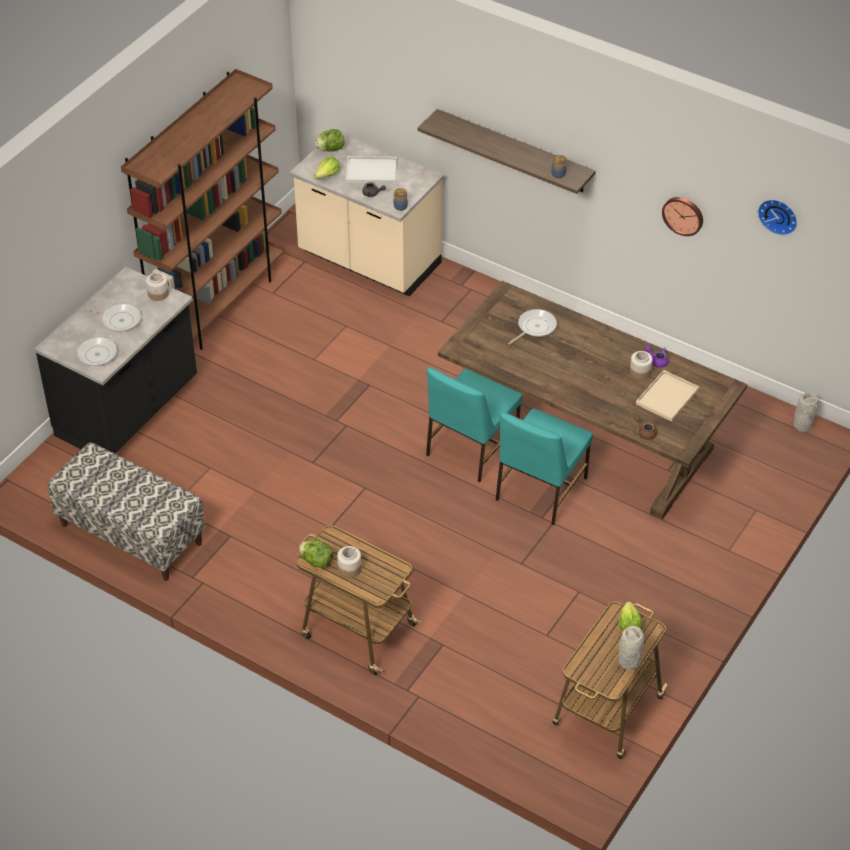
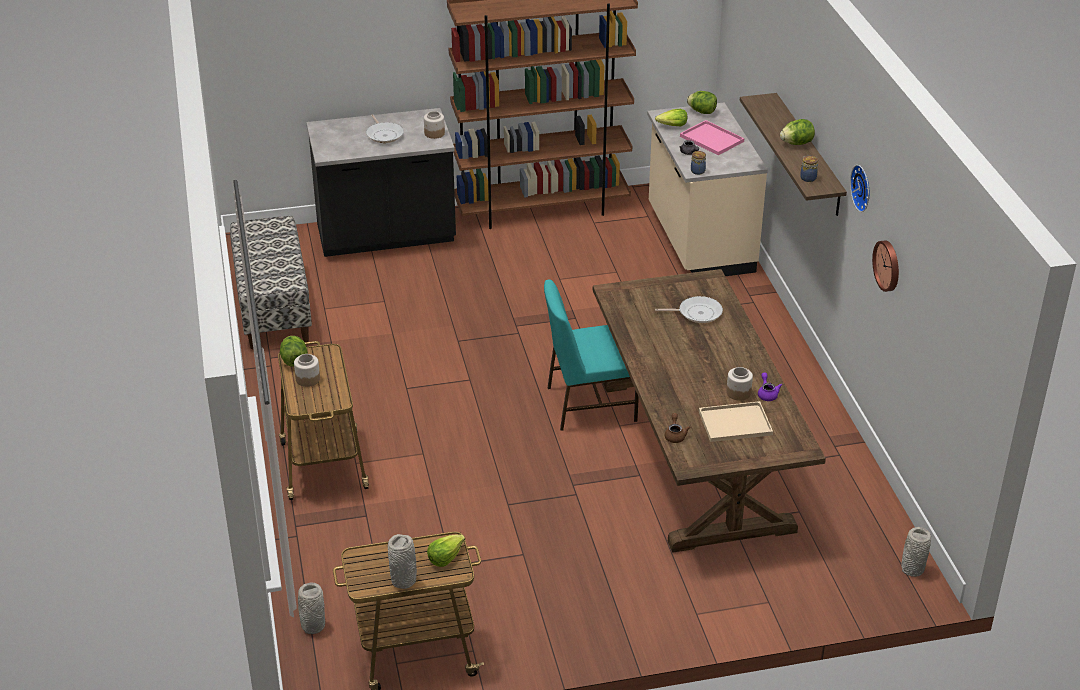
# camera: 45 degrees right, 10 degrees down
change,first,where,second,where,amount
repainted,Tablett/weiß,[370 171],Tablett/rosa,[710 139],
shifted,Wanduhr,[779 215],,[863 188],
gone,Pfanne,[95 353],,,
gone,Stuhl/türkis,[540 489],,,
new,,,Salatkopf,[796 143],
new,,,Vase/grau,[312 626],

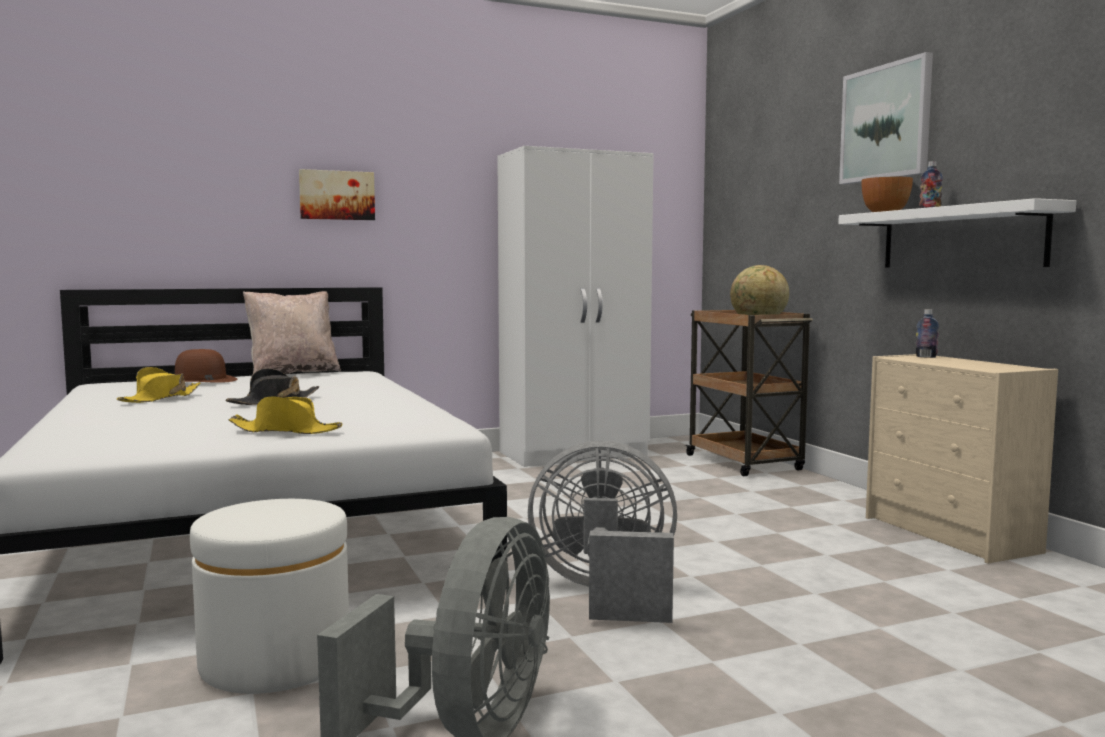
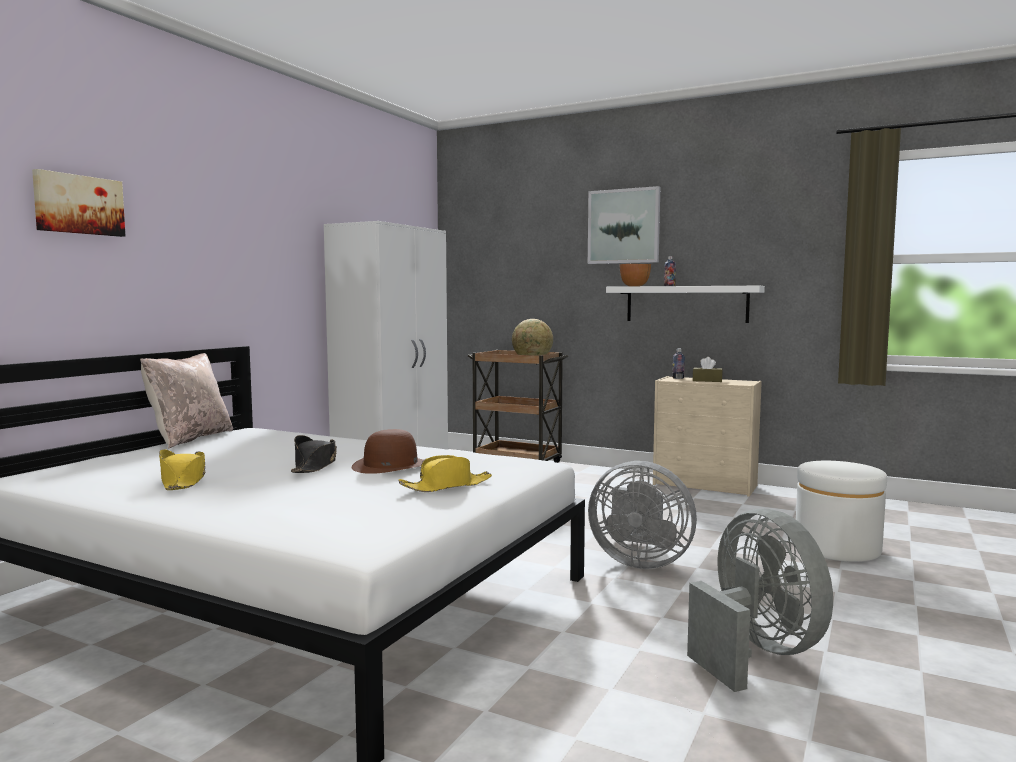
# camera: 40 degrees left, 0 degrees up
change,first,where,second,where,amount
shifted,Bild,[337 195],,[78 204],
shifted,Hut/braun,[200 380],,[390 465],
rotated,Ventilator/grau,[606 593],,[639 562],120 degrees counterclockwise
shifted,Polsterhocker/weiß,[275 660],,[837 548],
new,,,Taschentuchbox/braun,[707 380],

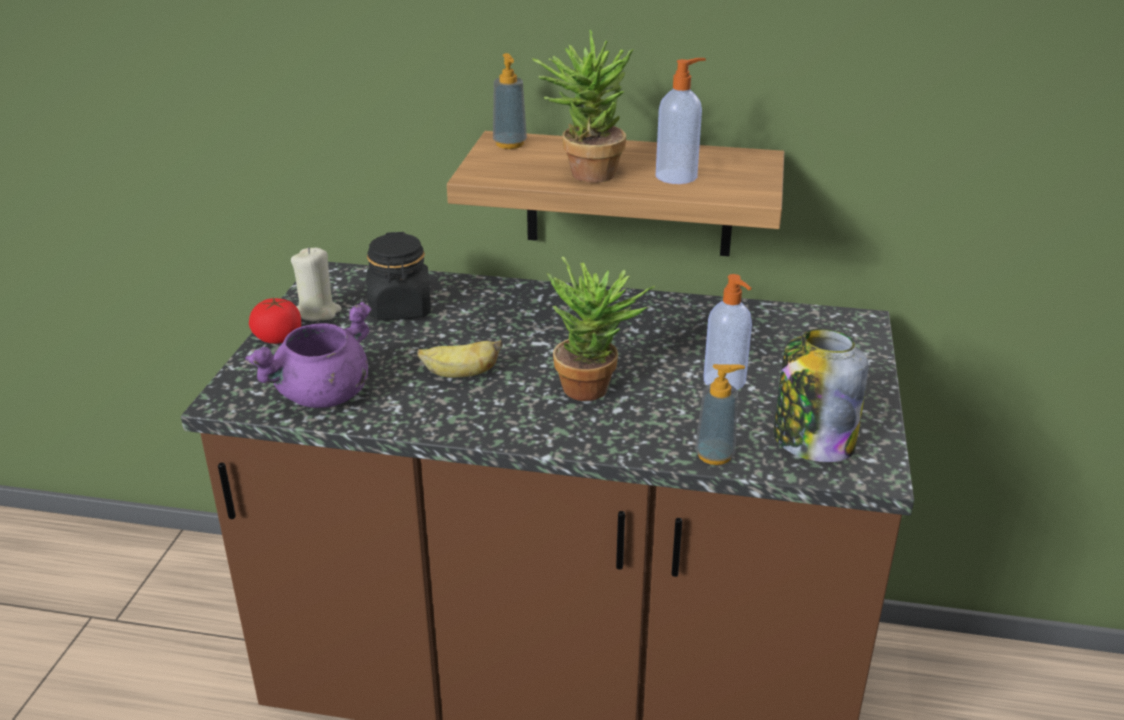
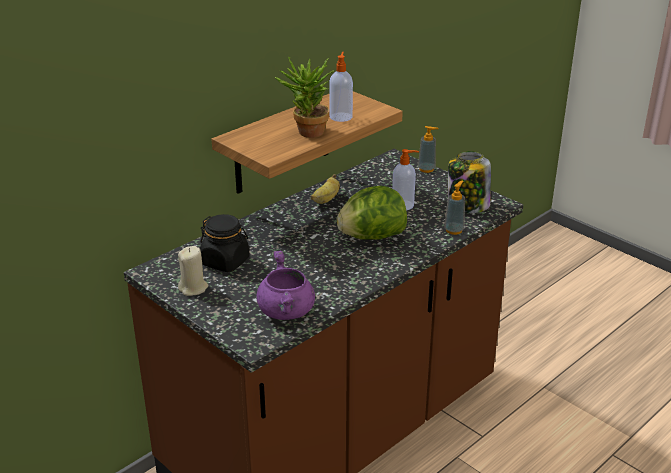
# camera: 55 degrees left, 0 degrees up
change,first,where,second,where,amount
shifted,Seifenspender,[510 144],,[426 169],
swapped,Topfpflanze,[595 388],Salatkopf,[372 237],
gone,Tomate,[278 338],,,
shifted,Banane,[460 375],,[326 200],

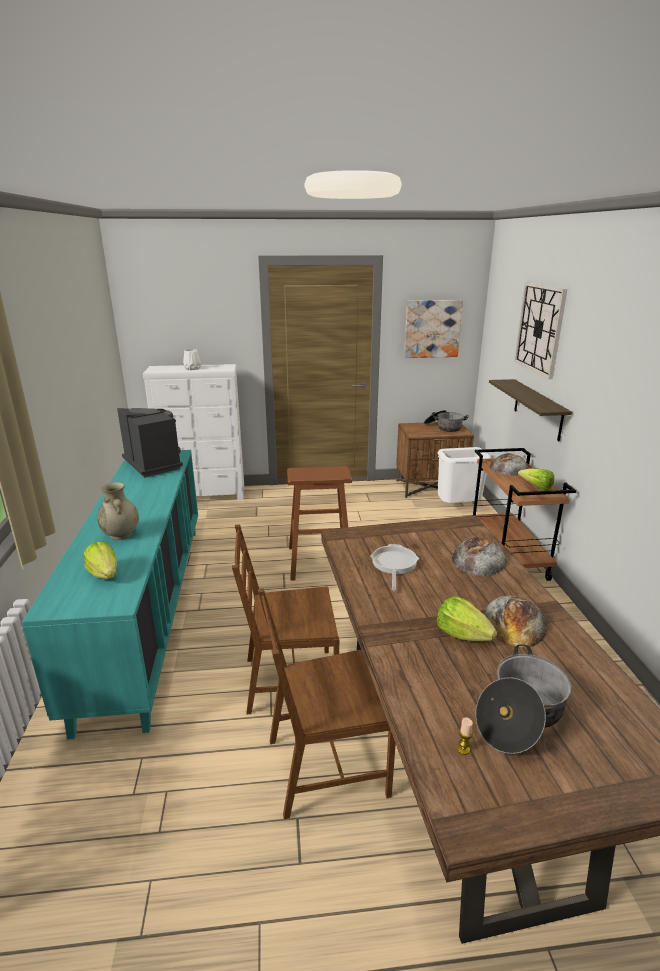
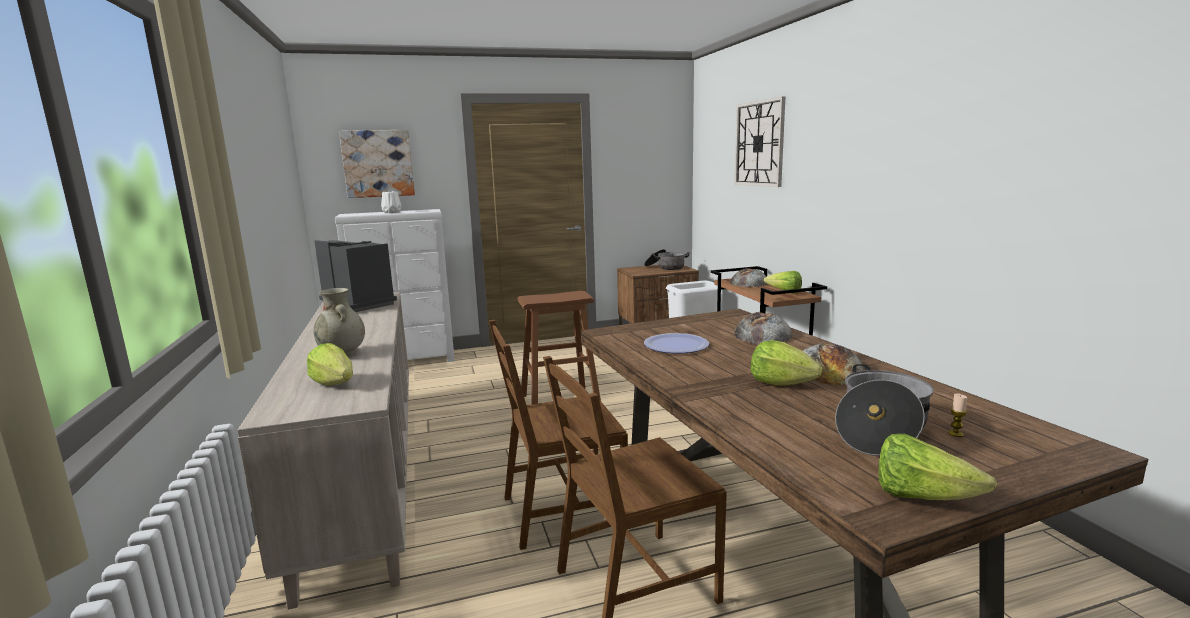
# camera: 10 degrees left, 10 degrees down
change,first,where,second,where,amount
shifted,Bild,[432 329],,[378 163],
gone,Wandregal,[538 409],,,
repainted,Schrank/türkis,[146 610],Schrank/beige,[364 469],
swapped,Pfanne,[394 565],Teller,[676 345],
shifted,Kerze,[463 749],,[955 434],
new,,,Salatkopf,[921 496],

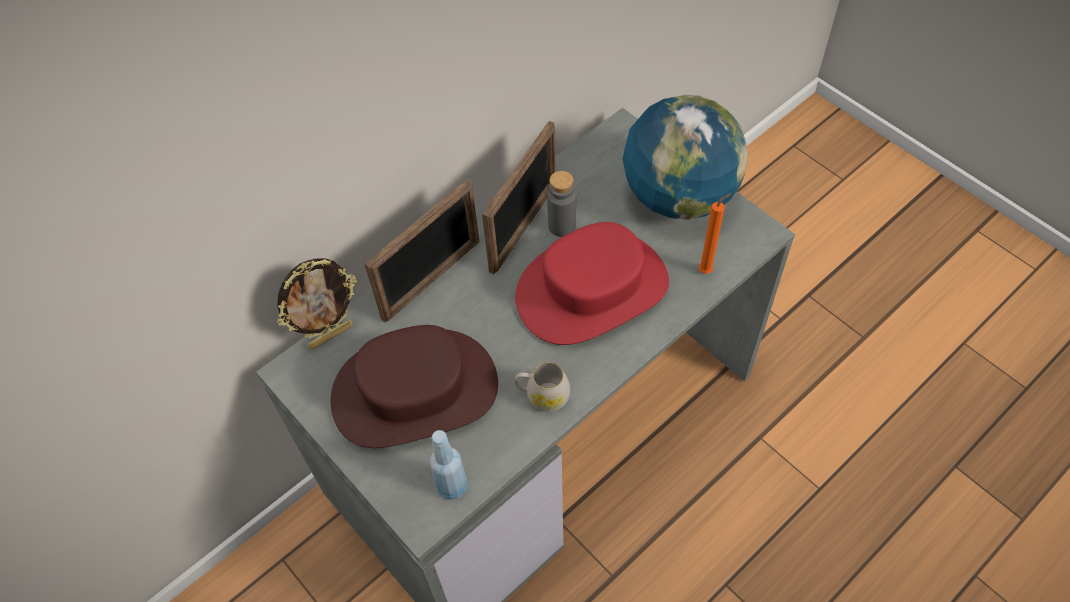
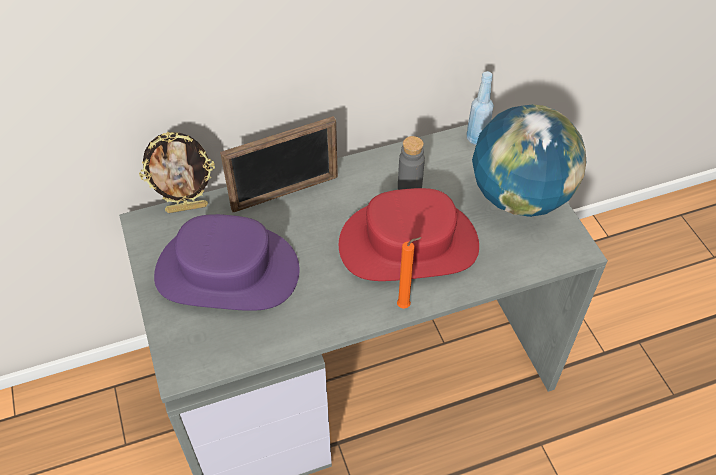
# camera: 20 degrees right, 5 degrees down
change,first,where,second,where,amount
gone,Bilderrahmen,[524 227],,,
shifted,Kerze/orange,[707 270],,[405 306],
repainted,Hut/braun,[415 391],Hut/lila,[227 271],
gone,Henkelbecher/weiß,[543 395],,,
shifted,Flasche/blau,[452 486],,[477 138],

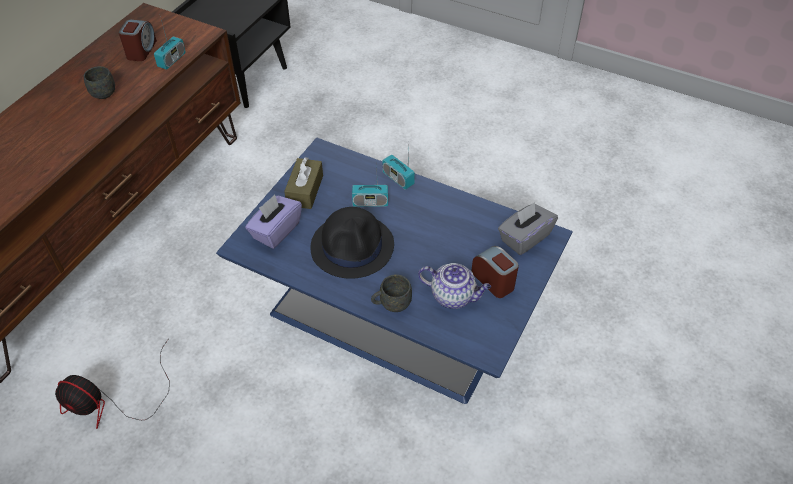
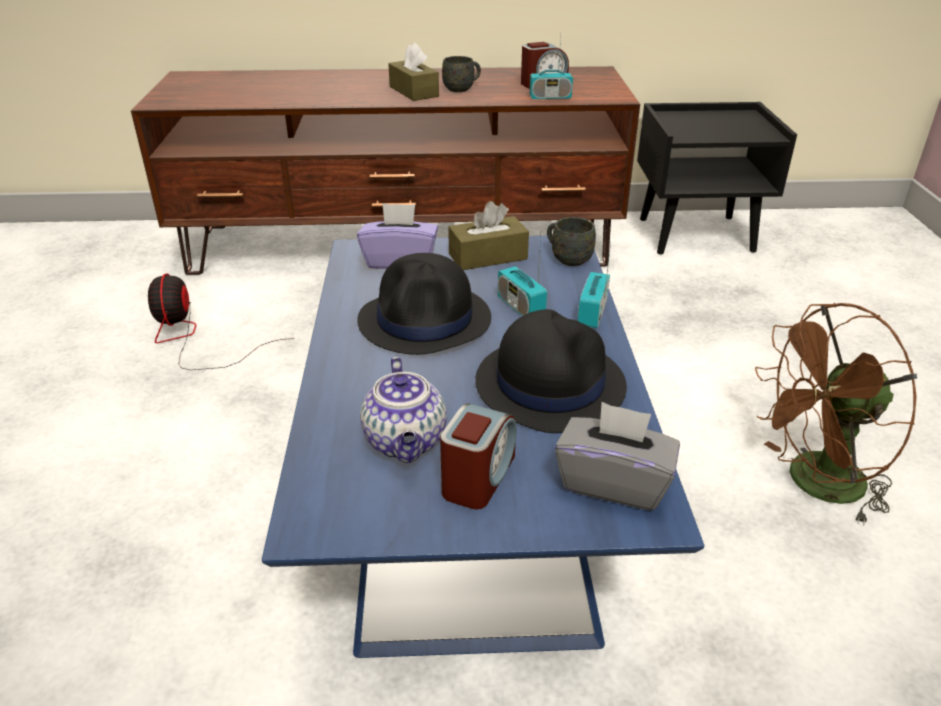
# camera: 60 degrees right, 15 degrees down
change,first,where,second,where,amount
shifted,Henkelbecher/grau,[391 304],,[567 258],
new,,,Taschentuchbox/braun,[414 91],
new,,,Ventilator/braun,[813 485],
new,,,Hut/schwarz,[549 383],

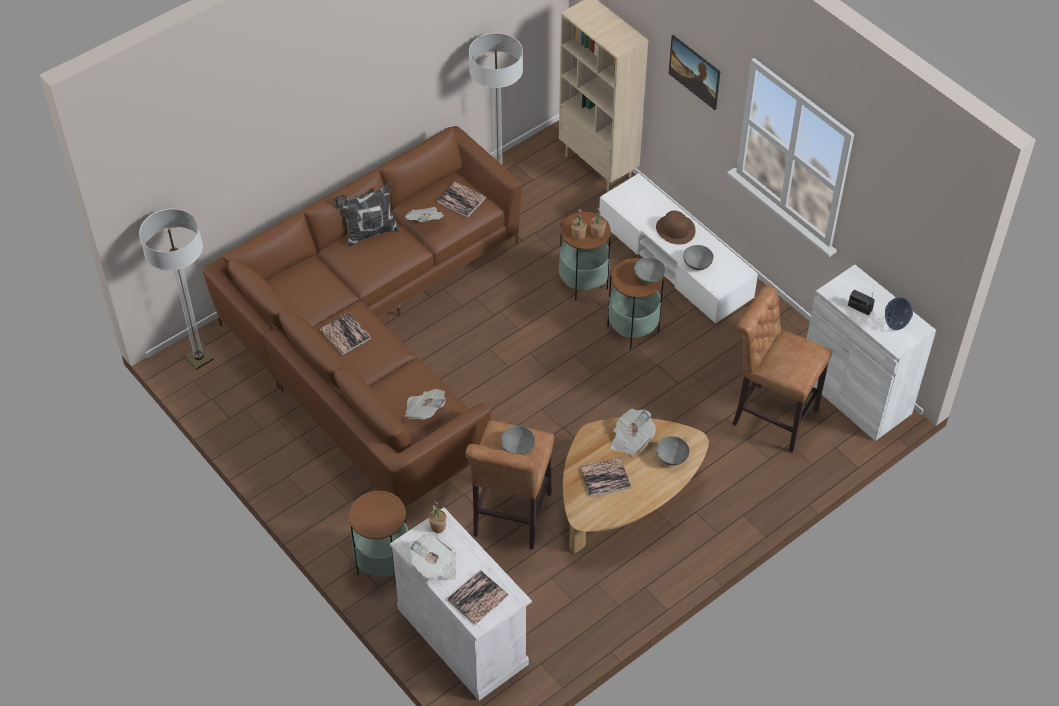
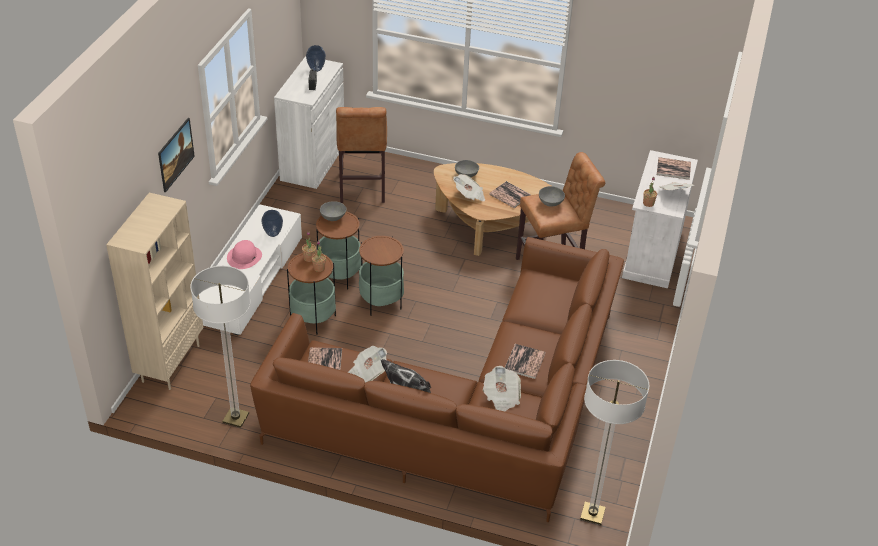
# camera: 125 degrees left, 10 degrees down
change,first,where,second,where,amount
repainted,Hut/braun,[675 229],Hut/rosa,[244 257],
swapped,Schüssel/grau,[697 264],Vase,[273 234],
shifted,Zeitung,[424 411],,[501 397],
shifted,Beistelltisch,[383 562],,[381 301],

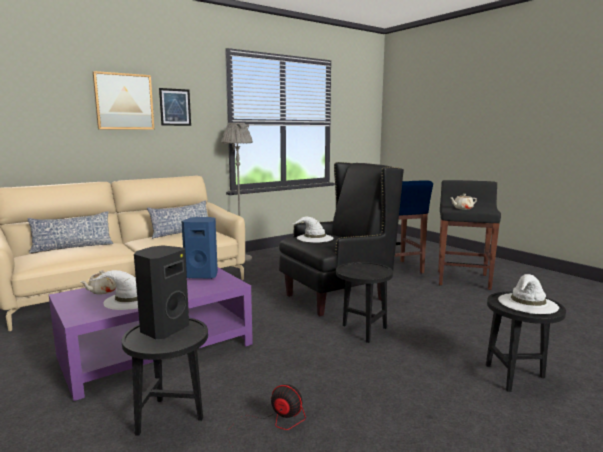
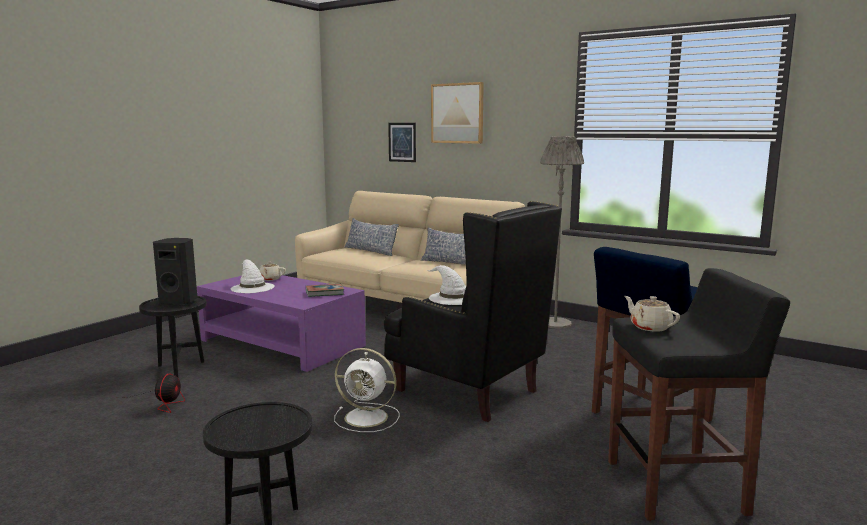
# camera: 70 degrees right, 0 degrees up
change,first,where,second,where,amount
shifted,Bild,[175 107],,[402 142],
swapped,Lautsprecher/blau,[202 275],Buch,[324 293],
swapped,Beistelltisch/schwarz,[362 330],Ventilator/weiß,[368 418],
gone,Hut/weiß,[528 303],,,

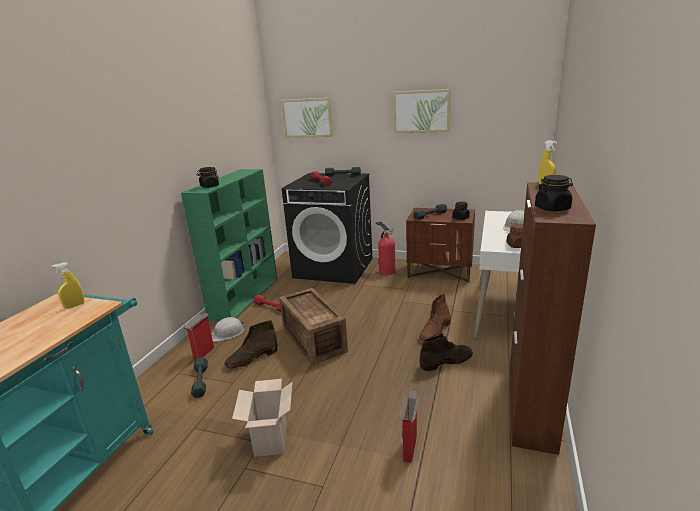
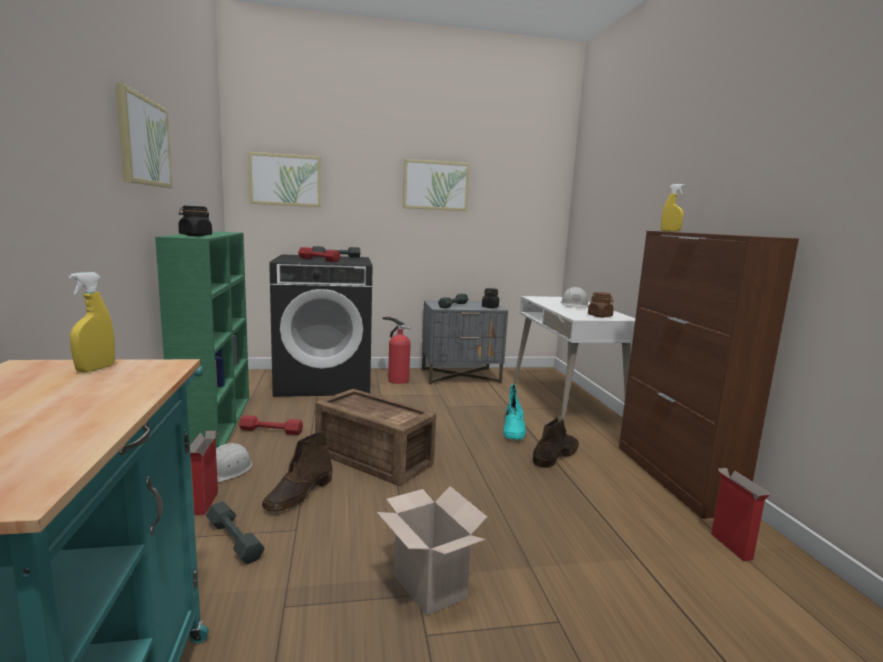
# camera: 30 degrees left, 10 degrees down
change,first,where,second,where,amount
gone,Vorratsglas/schwarz,[552 208],,,
repainted,Nachttisch/braun,[440 272],Nachttisch/grau,[461 376],
repainted,Stiefel/braun,[435 331],Stiefel/türkis,[514 430],
shifted,Karton,[410 447],,[730 546],
new,,,Bild,[143 142],

